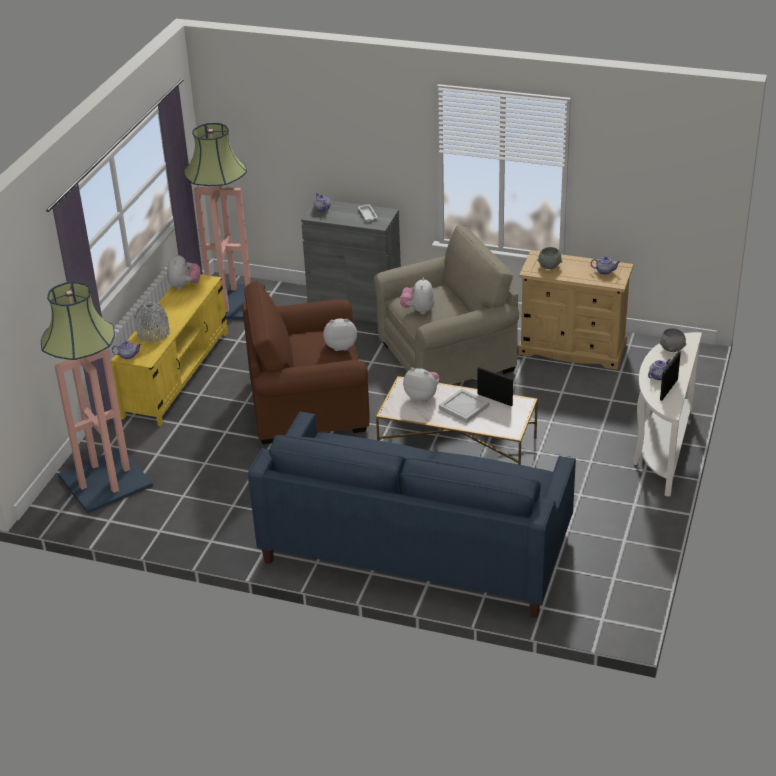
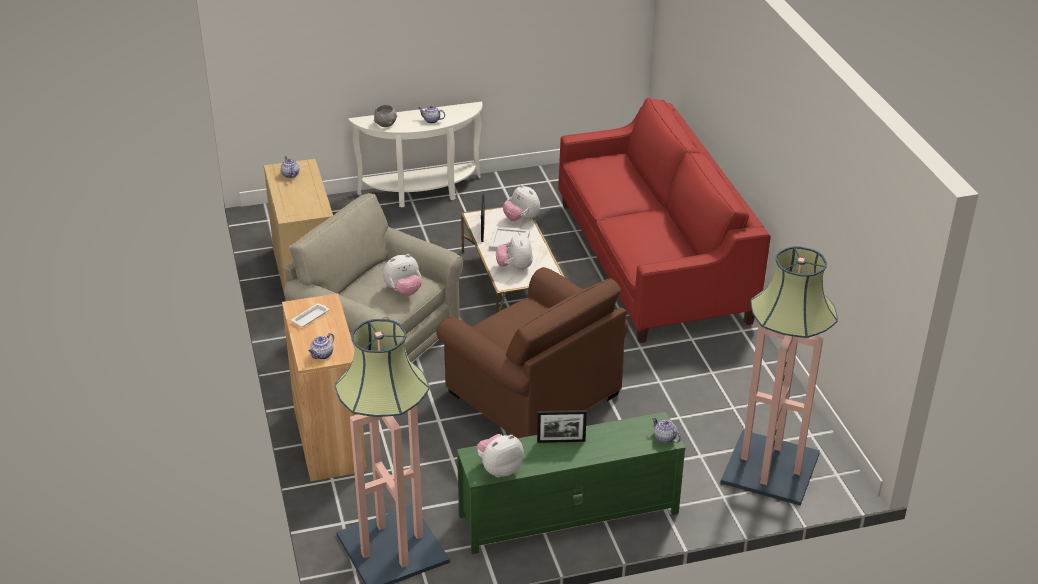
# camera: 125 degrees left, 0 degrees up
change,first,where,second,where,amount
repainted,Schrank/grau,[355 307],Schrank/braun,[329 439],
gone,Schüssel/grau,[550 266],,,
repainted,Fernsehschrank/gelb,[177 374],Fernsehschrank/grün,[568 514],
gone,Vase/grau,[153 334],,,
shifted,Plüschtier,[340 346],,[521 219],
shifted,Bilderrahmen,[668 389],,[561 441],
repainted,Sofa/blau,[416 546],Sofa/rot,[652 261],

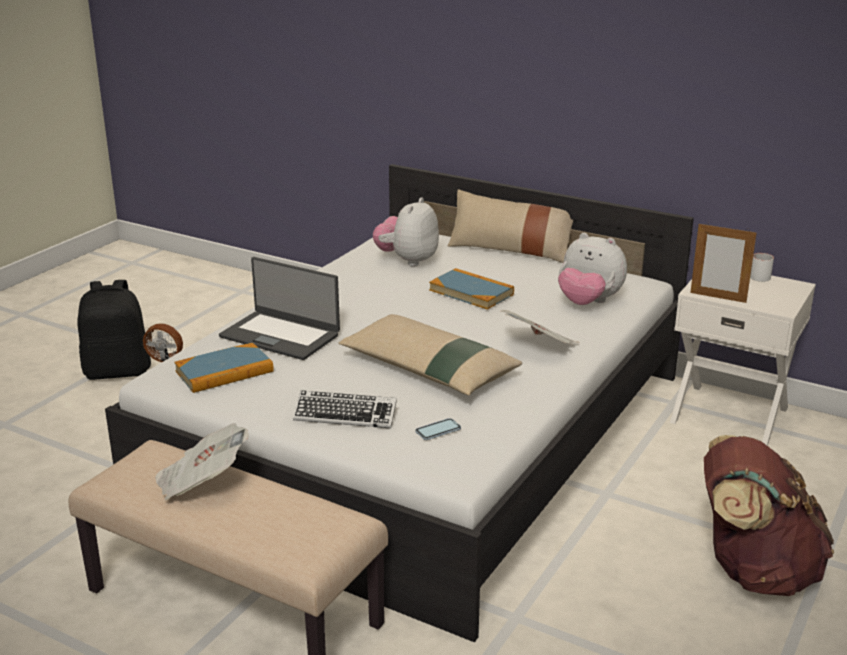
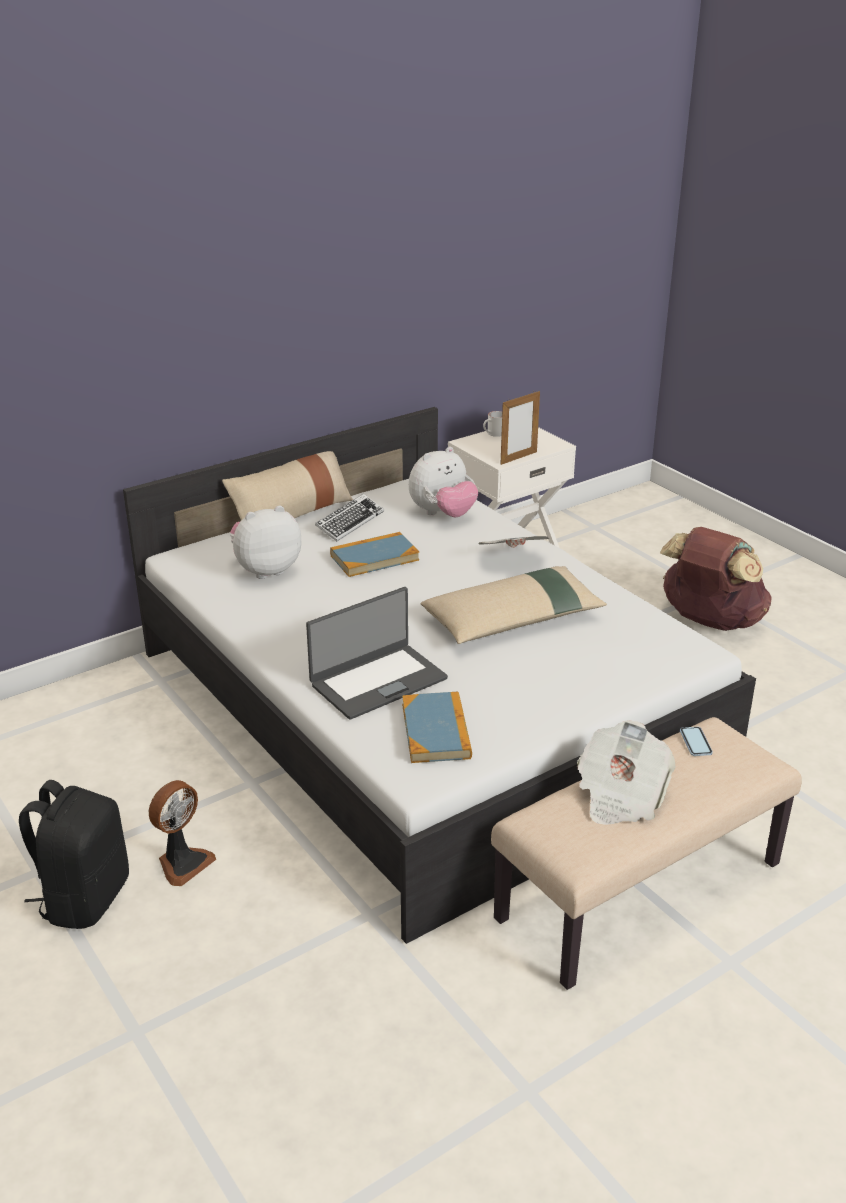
# camera: 65 degrees left, 5 degrees up
change,first,where,second,where,amount
rotated,Plüschtier,[407 260],,[266 570],105 degrees clockwise
shifted,Tastatur,[345 415],,[349 522],
shifted,Handy,[438 430],,[695 742],

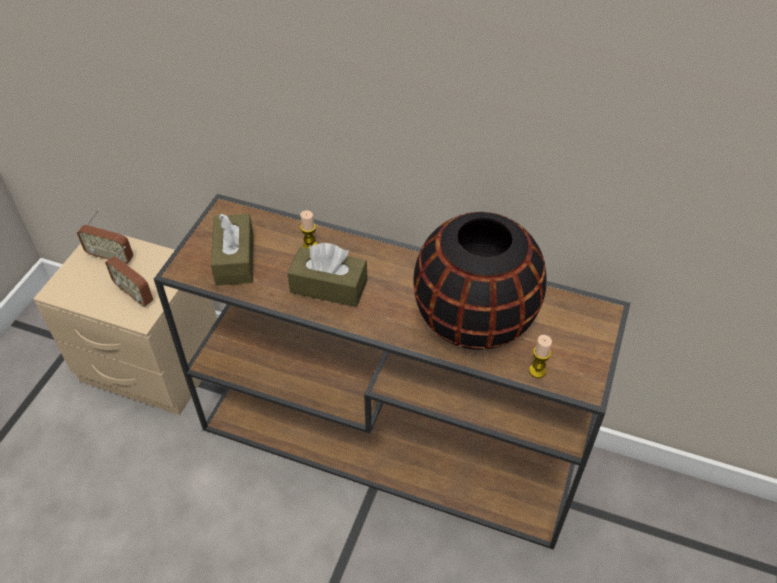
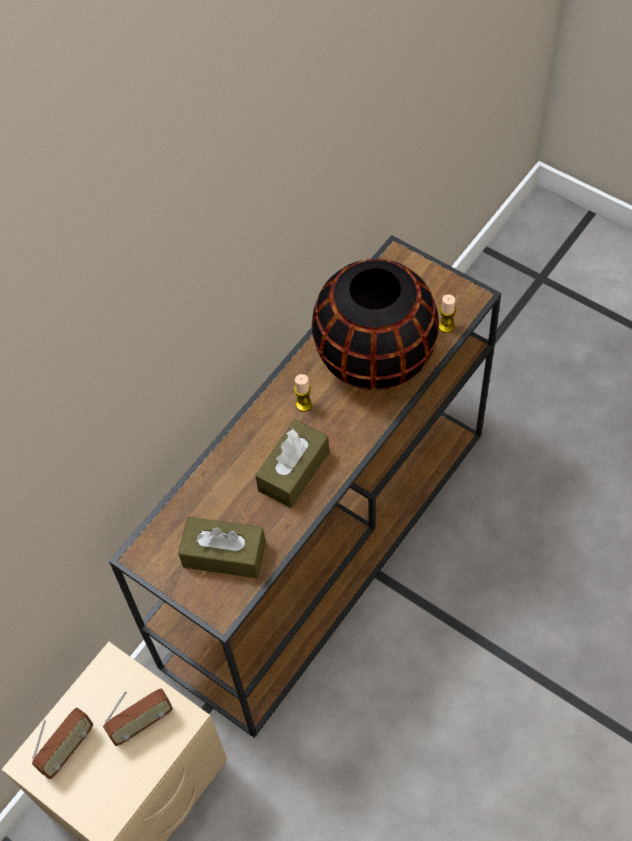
# camera: 70 degrees left, 10 degrees up
change,first,where,second,where,amount
shifted,Kerze,[310 246],,[304 404],

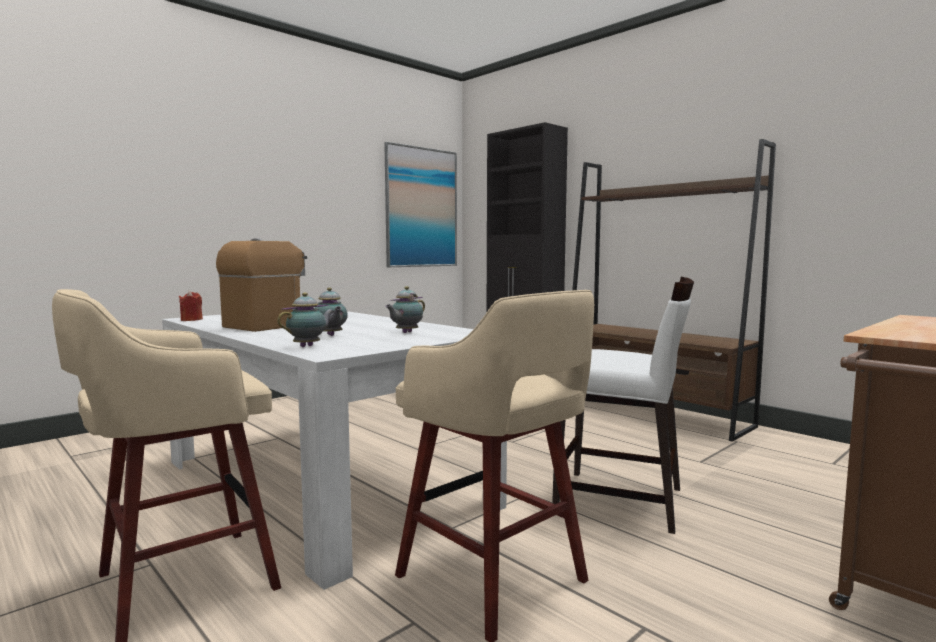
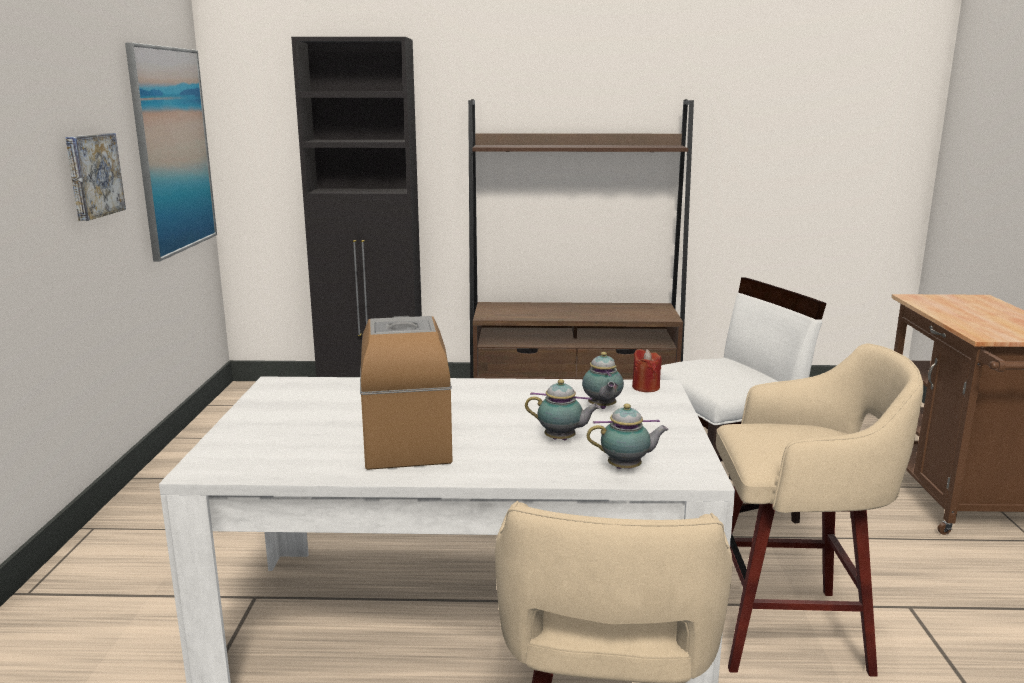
# camera: 45 degrees left, 10 degrees up
change,first,where,second,where,amount
shifted,Kerze/rot,[191 320],,[645 387],
rotated,Teekanne,[308 346],,[627 468],90 degrees clockwise
new,,,Bild,[92 175],

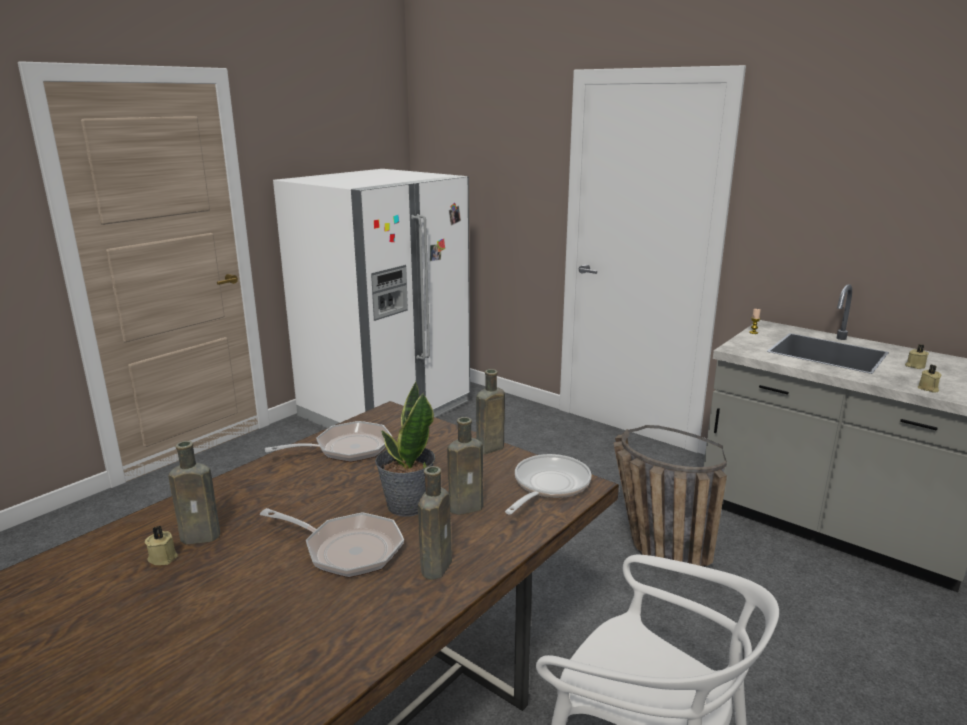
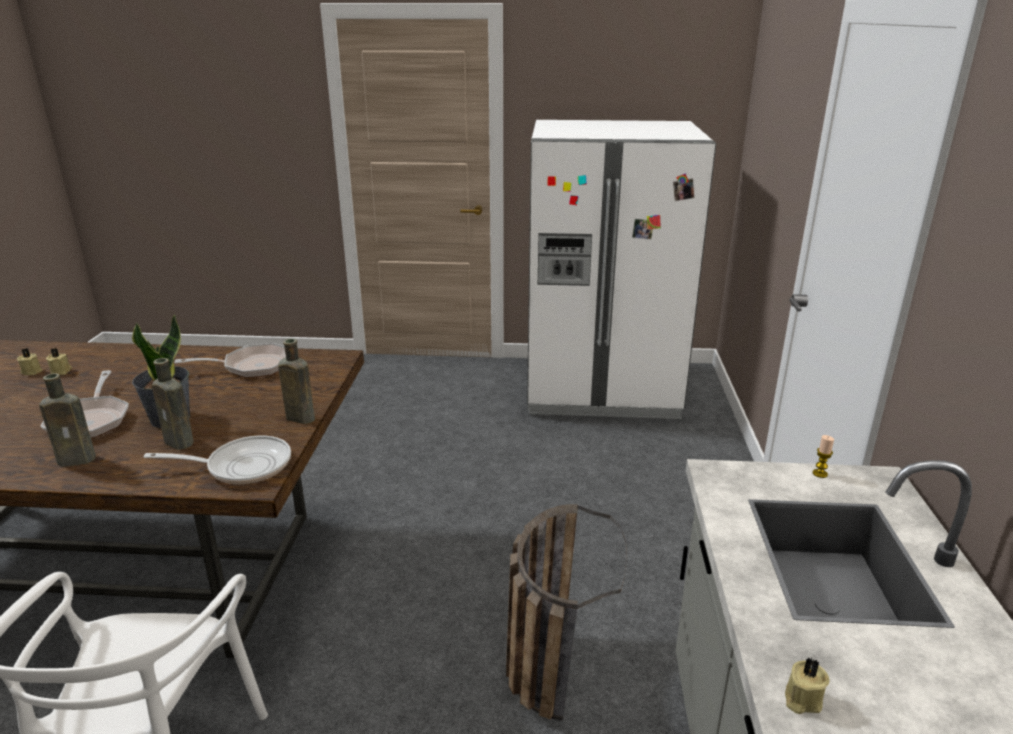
# camera: 55 degrees right, 5 degrees up
change,first,where,second,where,amount
shifted,Kerze/beige,[915 366],,[32 371],
rotated,Pfanne,[347 449],,[252 366],45 degrees counterclockwise
gone,Flasche/braun,[203 536],,,

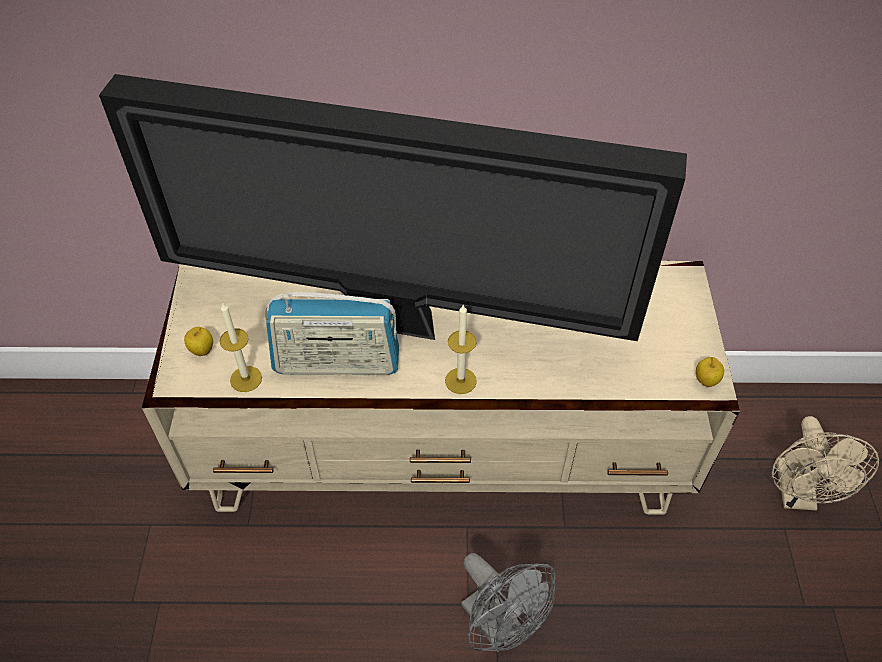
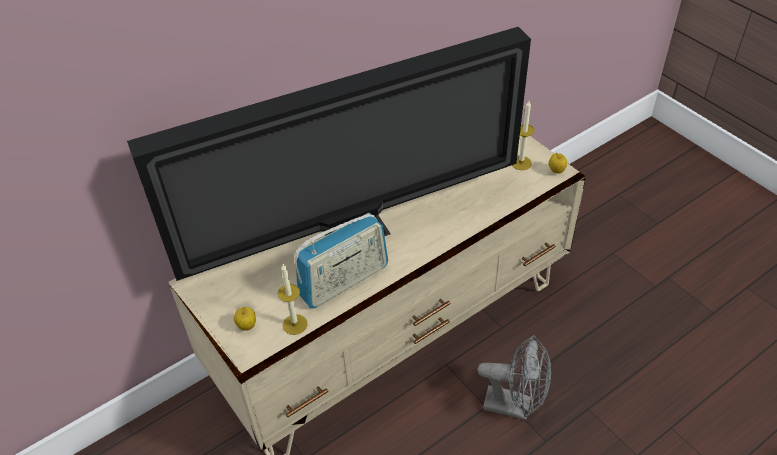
# camera: 35 degrees left, 5 degrees down
change,first,where,second,where,amount
shifted,Kerze,[460 381],,[521 163],
gone,Ventilator/beige,[797 494],,,

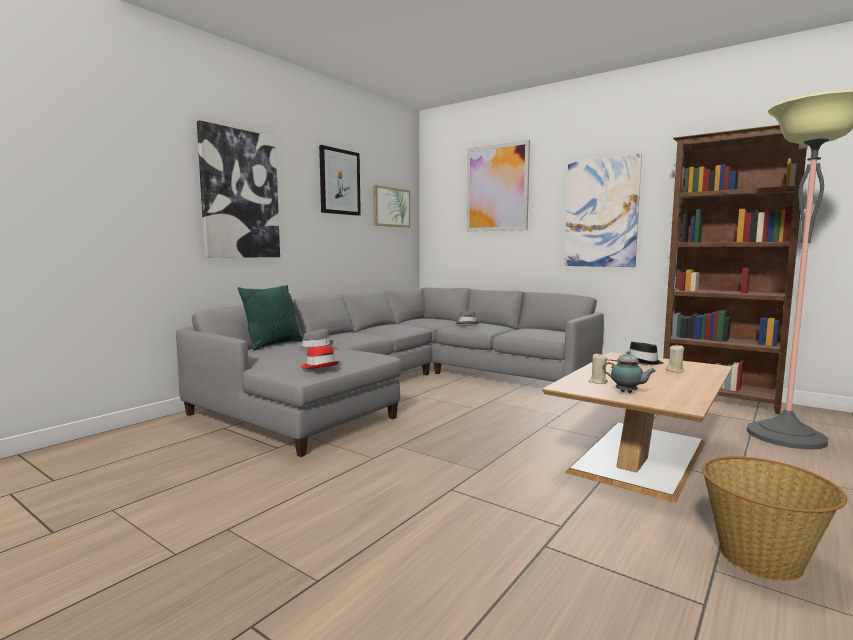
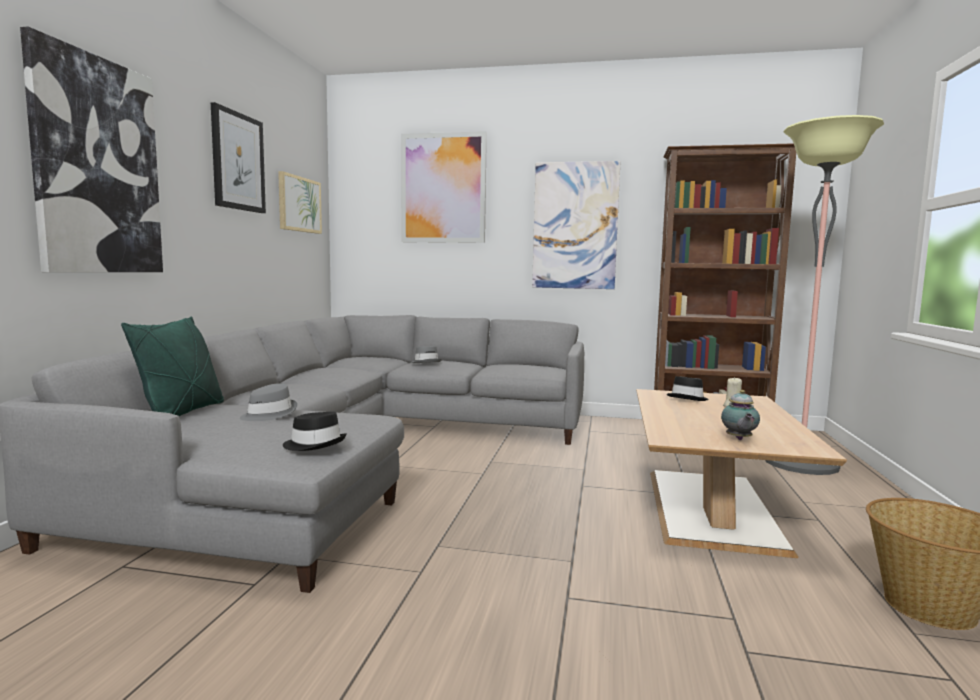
# camera: 25 degrees left, 0 degrees up
change,first,where,second,where,amount
repainted,Hut/rot,[319 366],Hut/schwarz,[315 444],
rotated,Teekanne,[627 393],,[738 439],90 degrees clockwise
gone,Kerze/beige,[598 382],,,

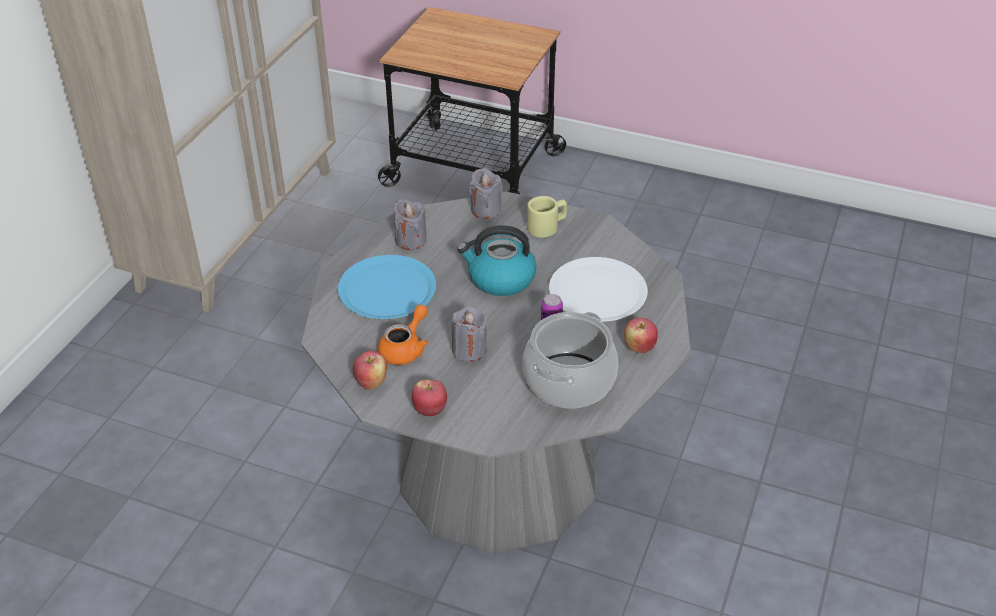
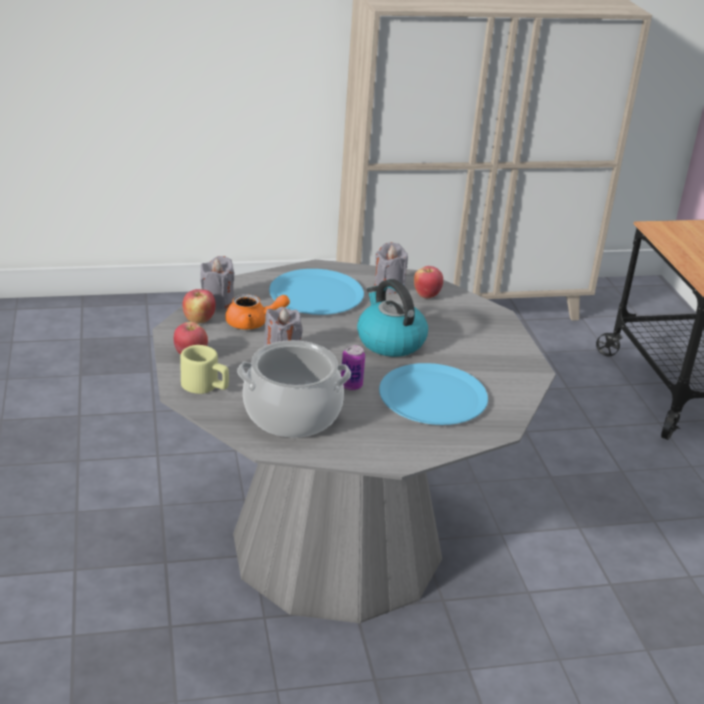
# camera: 55 degrees right, 10 degrees down
change,first,where,second,where,amount
shifted,Kerze/grau,[486 210],,[217 302],
shifted,Henkelbecher/beige,[547 226],,[205 386],
repainted,Teller/weiß,[597 291],Teller/blau,[432 396],
shifted,Apfel,[639 347],,[426 295],

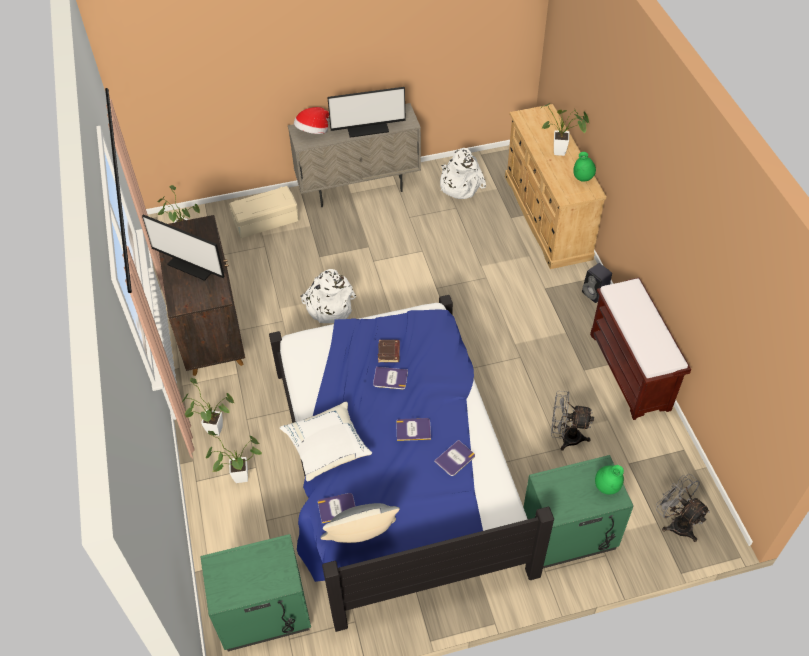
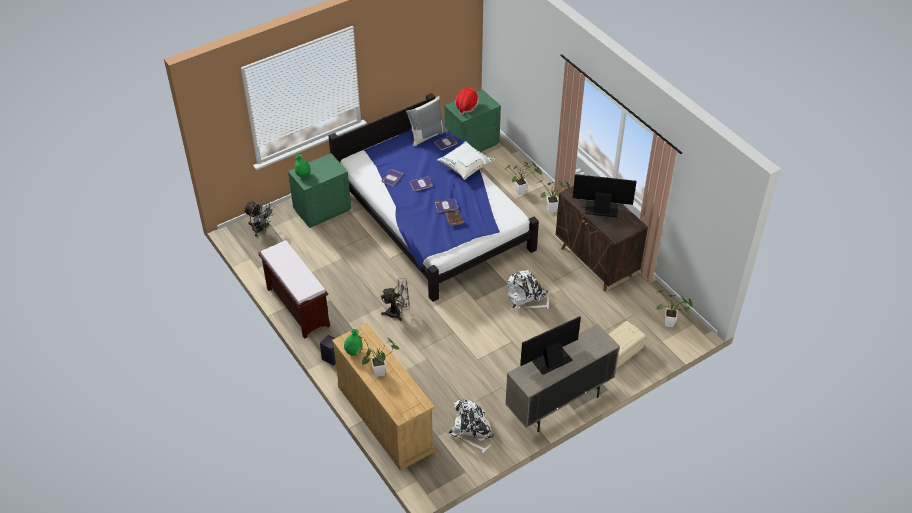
# camera: 160 degrees right, 5 degrees down
change,first,where,second,where,amount
shifted,Hut,[313 132],,[466 106],
shifted,Ventilator/grau,[565 437],,[397 312],

